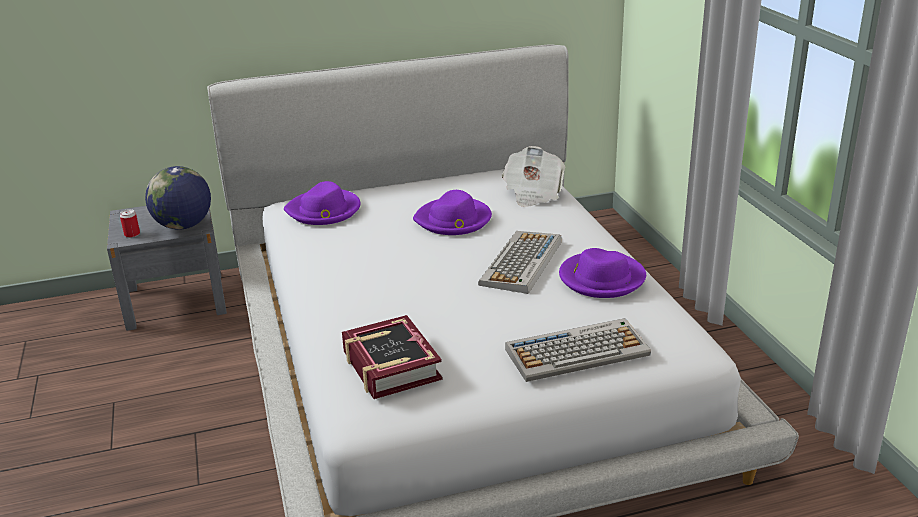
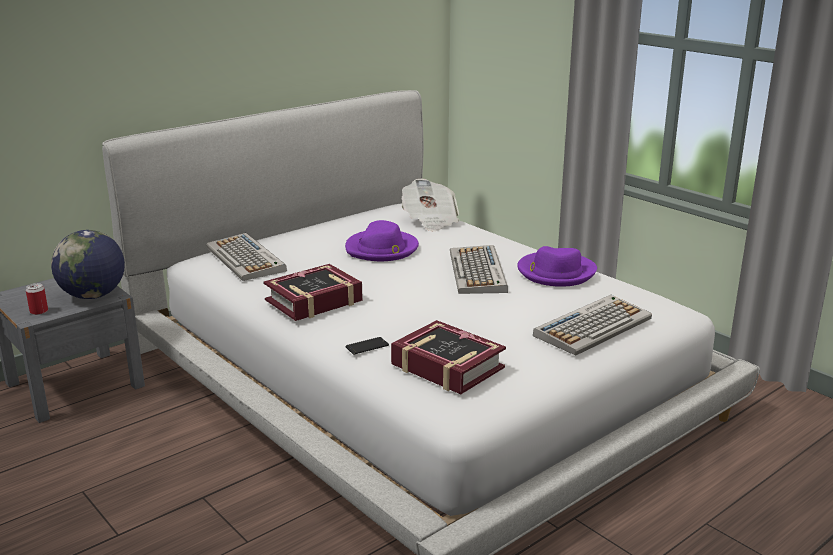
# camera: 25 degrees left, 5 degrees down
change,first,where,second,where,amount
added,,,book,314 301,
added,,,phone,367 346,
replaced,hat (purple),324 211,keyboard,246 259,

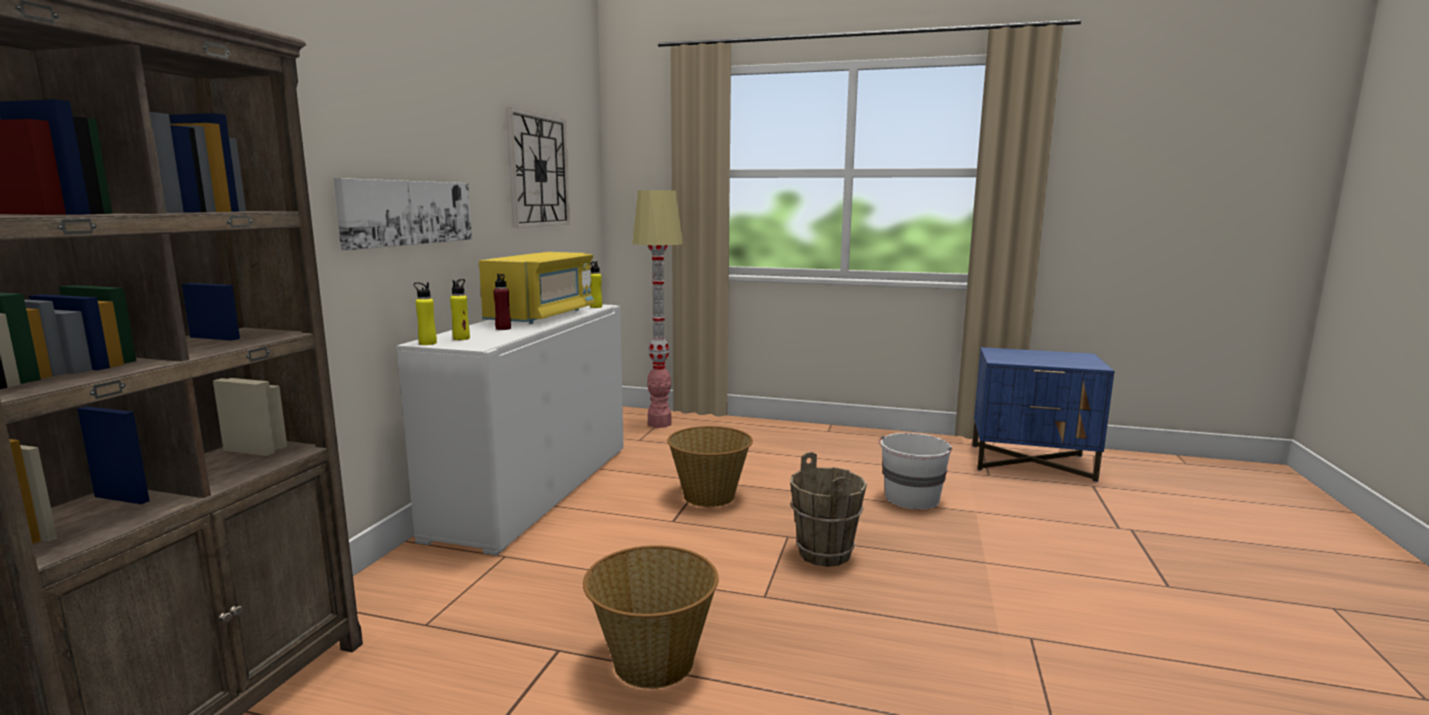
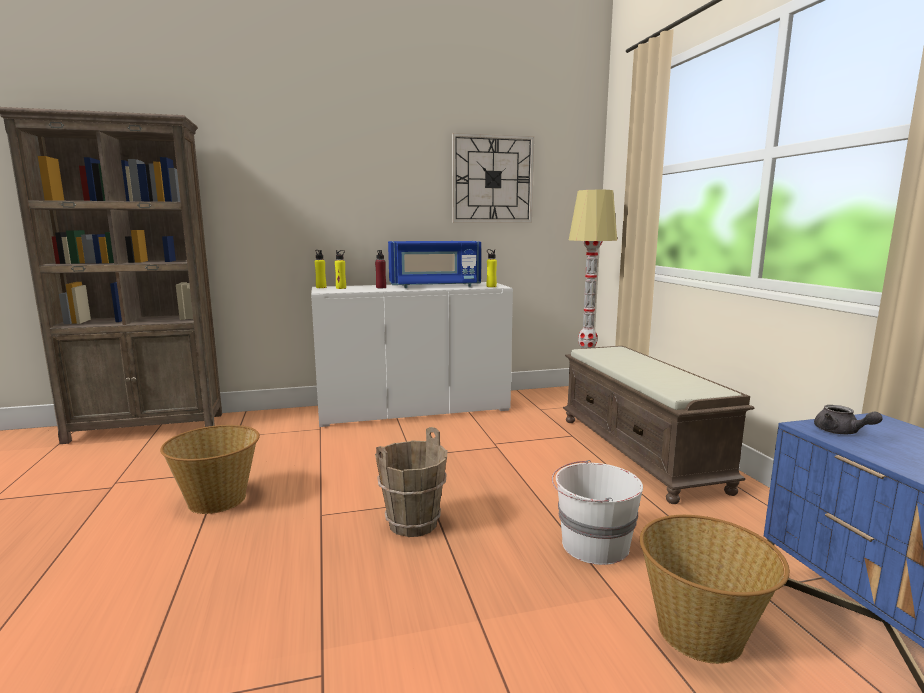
# camera: 60 degrees right, 0 degrees up
change,first,where,second,where,amount
removed,picture,407 212,,,
added,,,bench (brown),640 452,
added,,,teapot (grey),841 432,
moved,basket,709 496,,701 632,
recoloured,microwave (yellow),543 316,microwave (blue),434 286,

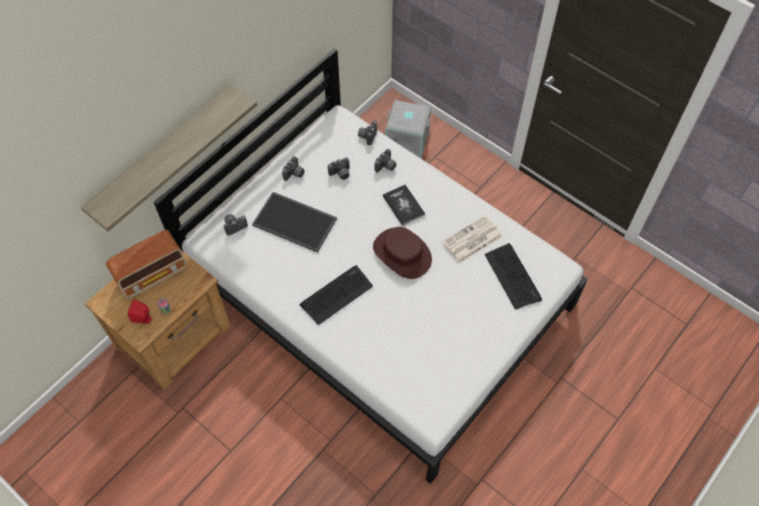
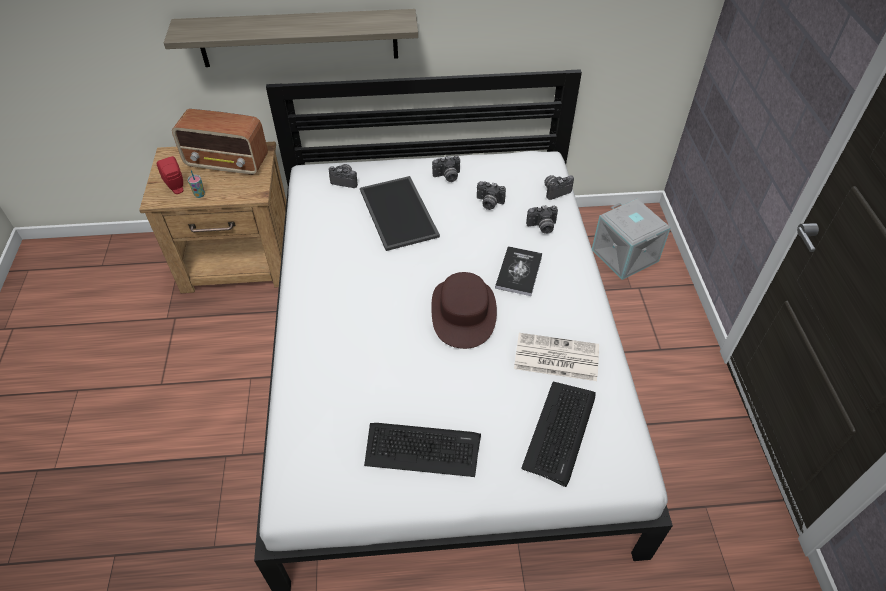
# camera: 45 degrees right, 10 degrees down
change,first,where,second,where,amount
moved,keyboard,336 295,,422 449,

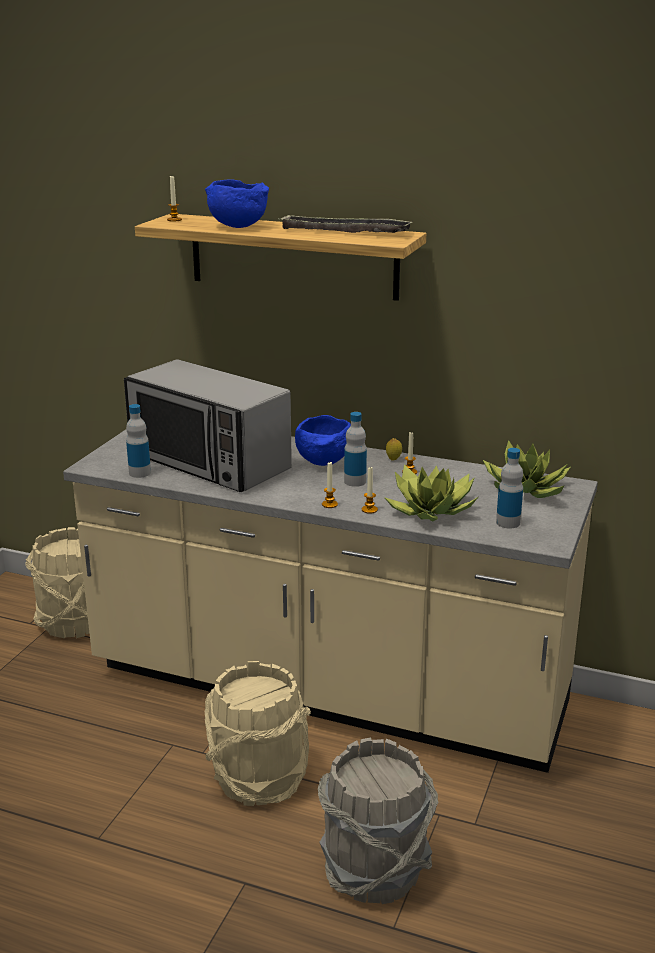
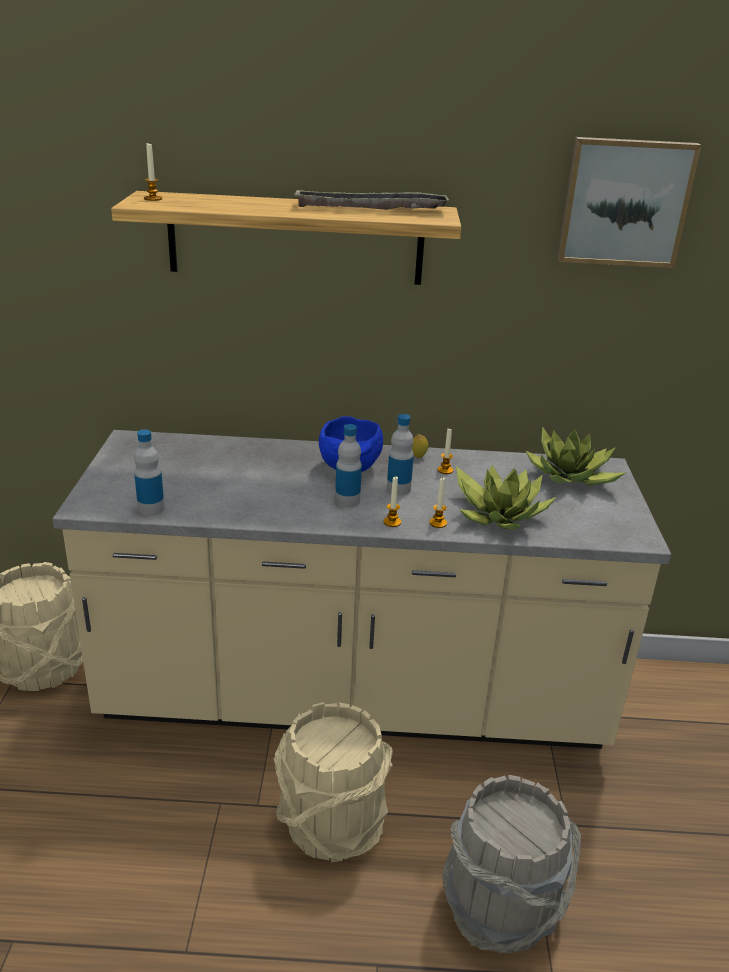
# camera: 20 degrees left, 5 degrees up
change,first,where,second,where,amount
removed,microwave,209 463,,,
removed,bowl (blue),236 226,,,
added,,,picture,624 202,
moved,bottle,508 523,,347 501,

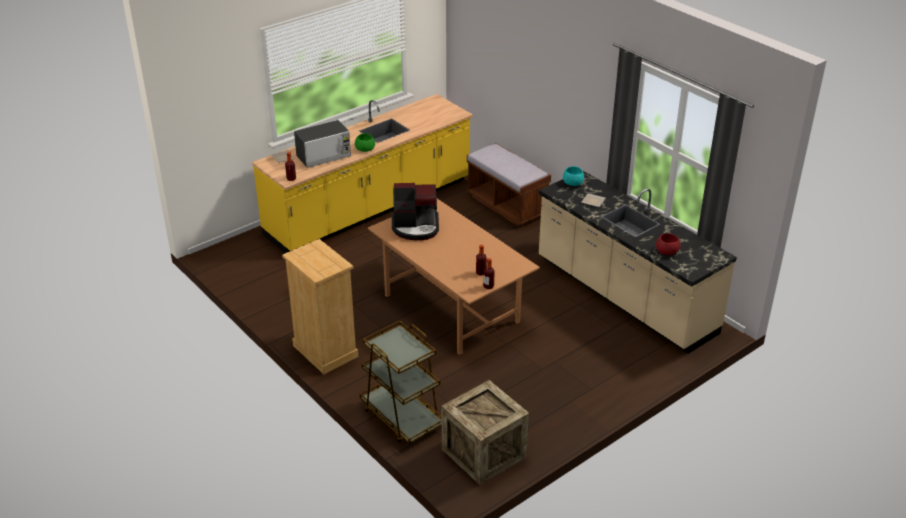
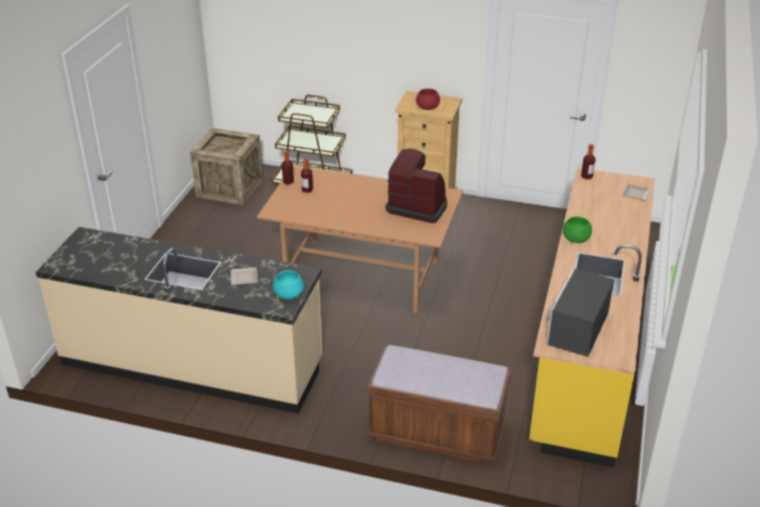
# camera: 145 degrees right, 0 degrees up
change,first,where,second,where,amount
moved,microwave,324 156,,577 330,
moved,bowl (red),667 251,,428 107,
turned,coffee machine,416 227,,417 206,60 degrees clockwise

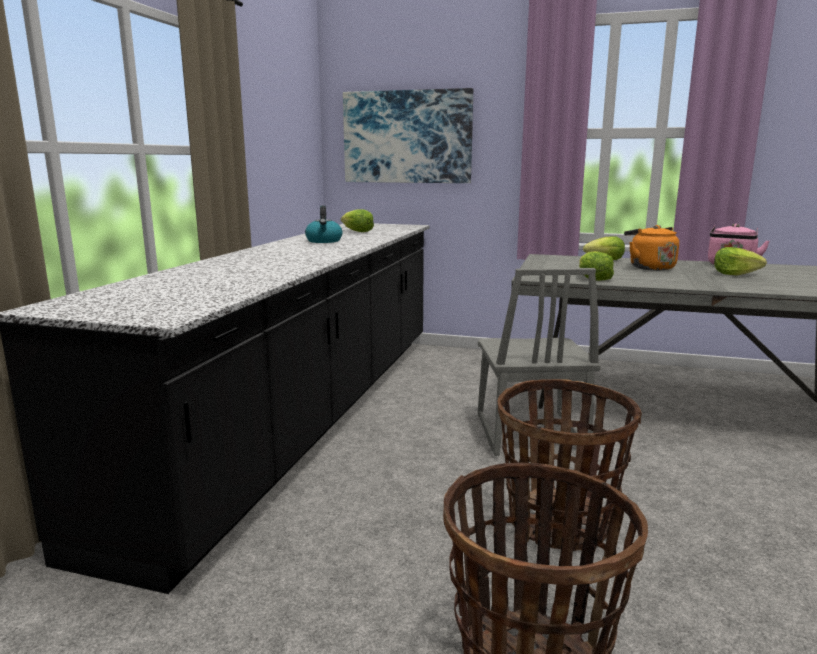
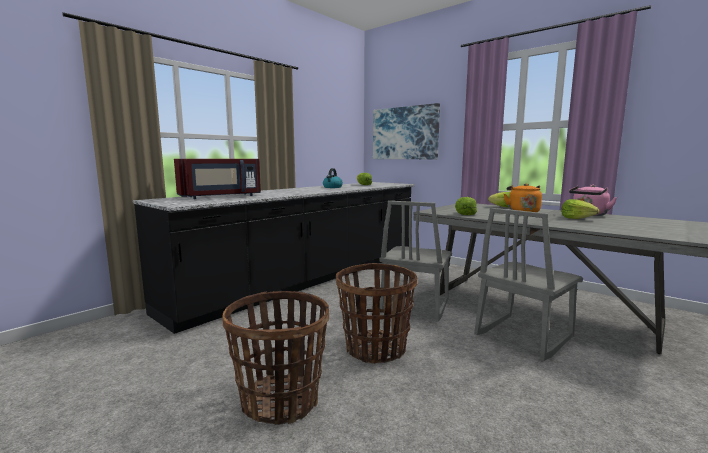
# camera: 25 degrees right, 5 degrees down
change,first,where,second,where,amount
added,,,microwave (red),220 196,
added,,,chair (grey),522 336,

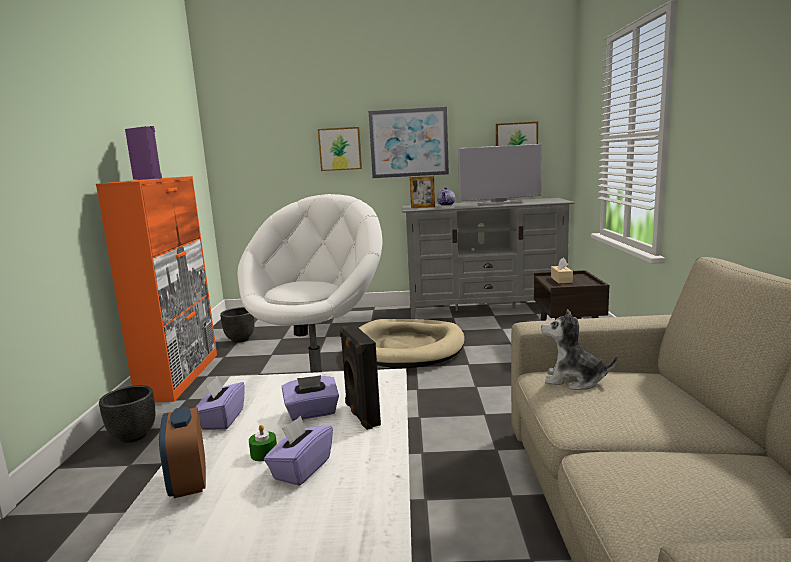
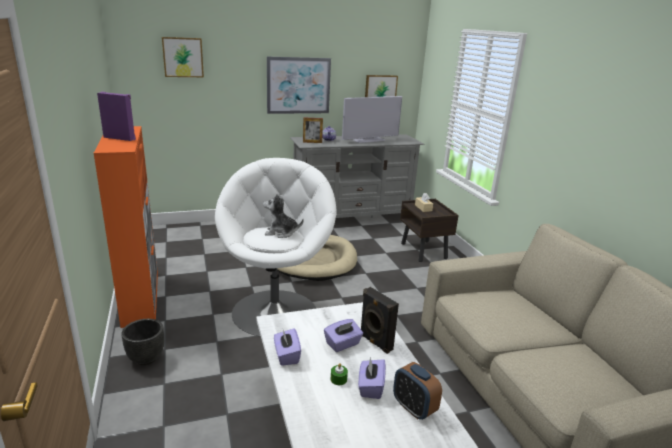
# camera: 20 degrees left, 10 degrees up
change,first,where,second,where,amount
removed,planter (black),240 339,,,
moved,alarm clock,188 483,,414 408,
moved,picture,340 149,,183 57,
moved,plush toy,574 381,,281 233,

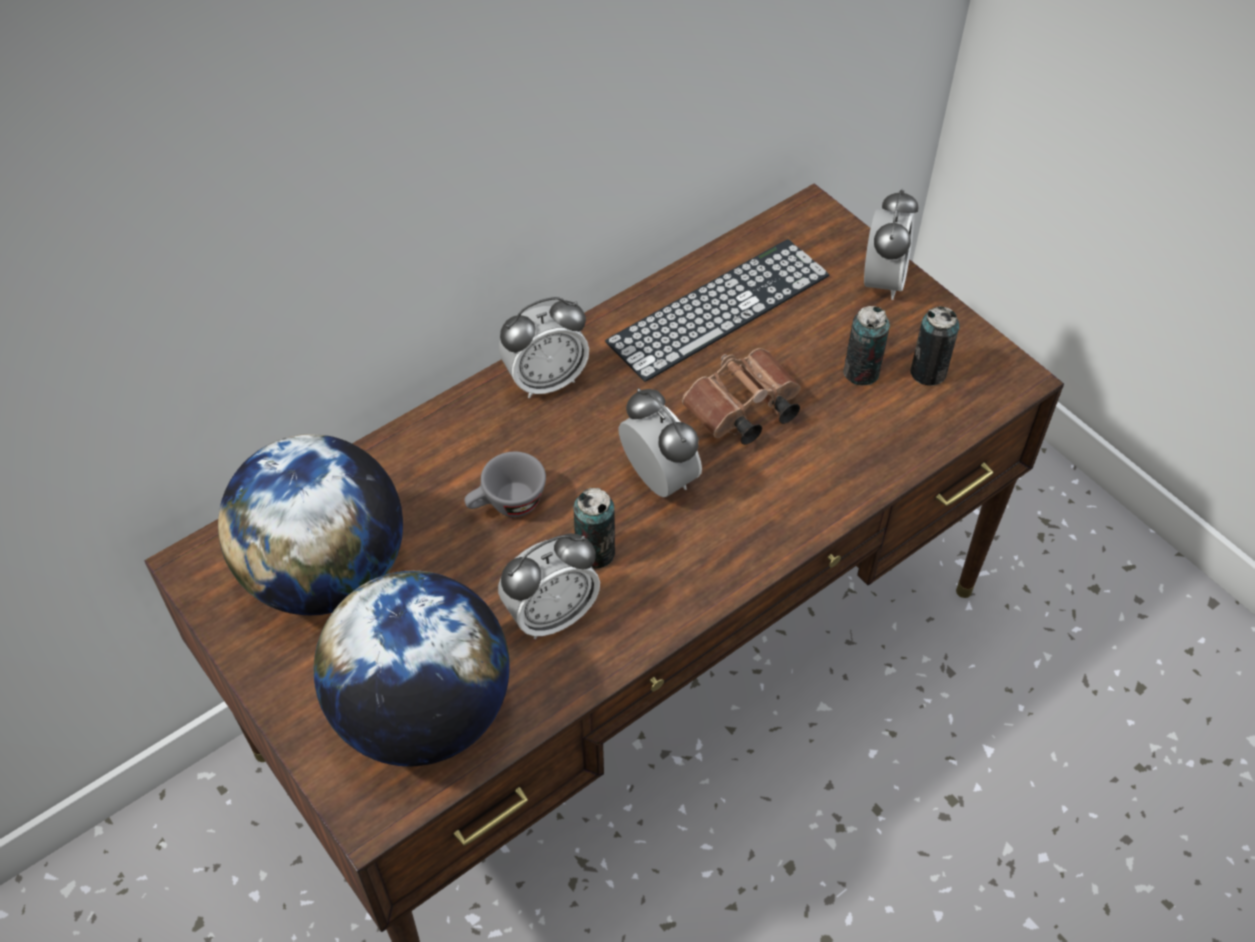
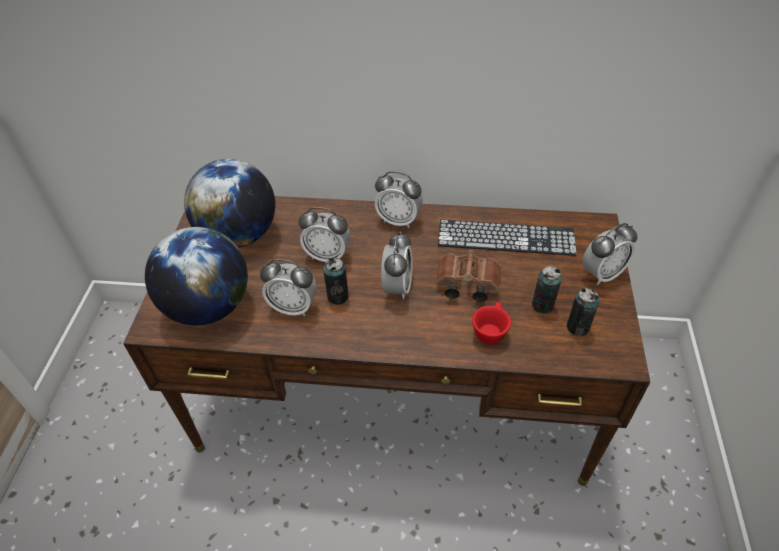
# camera: 45 degrees right, 5 degrees down
change,first,where,second,where,amount
added,,,cup (red),490 330,
replaced,cup (grey),507 505,alarm clock,327 255,

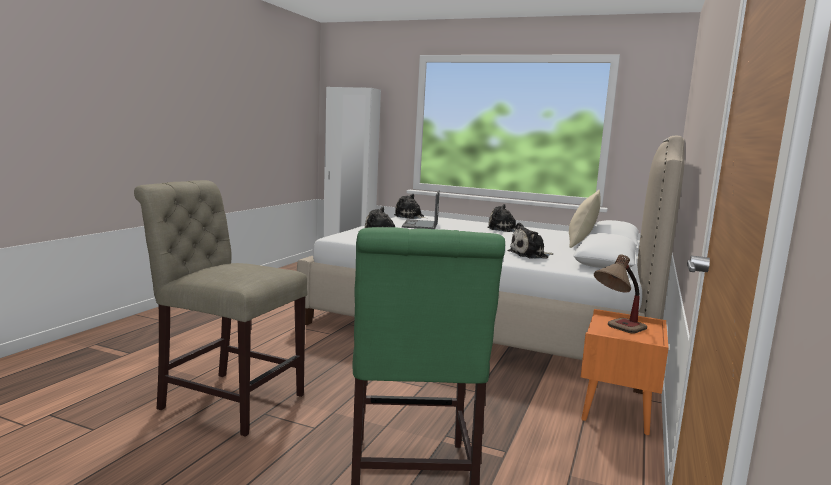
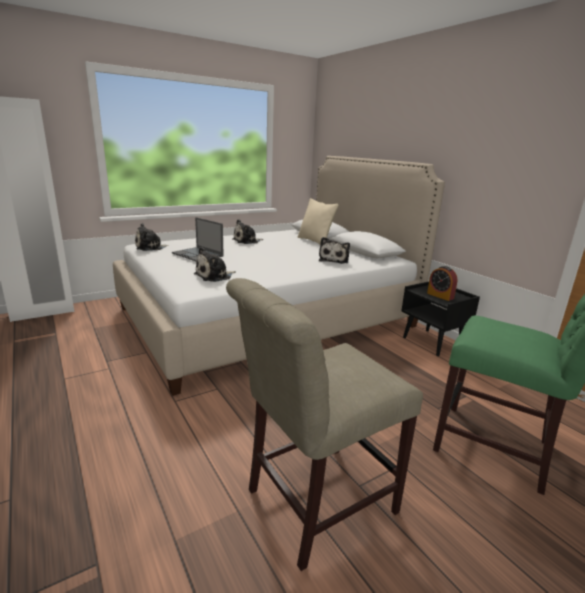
# camera: 55 degrees left, 10 degrees up
change,first,where,second,where,amount
replaced,table lamp,617 330,alarm clock,440 296,
recoloured,nightstand (orange),617 412,nightstand (black),433 342,

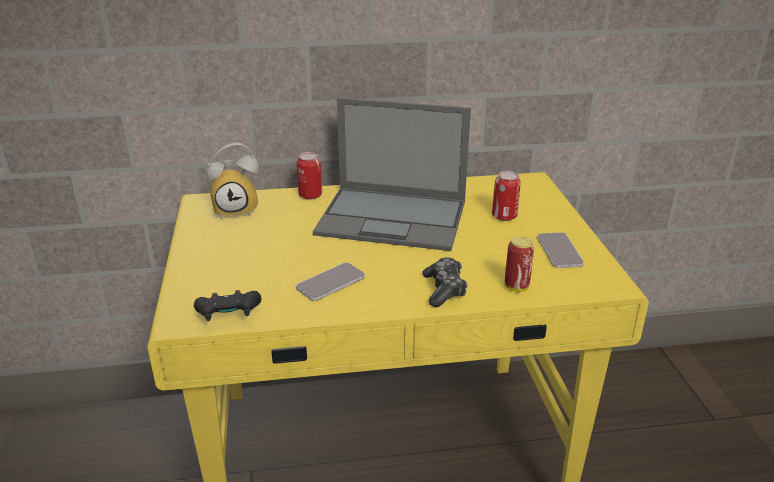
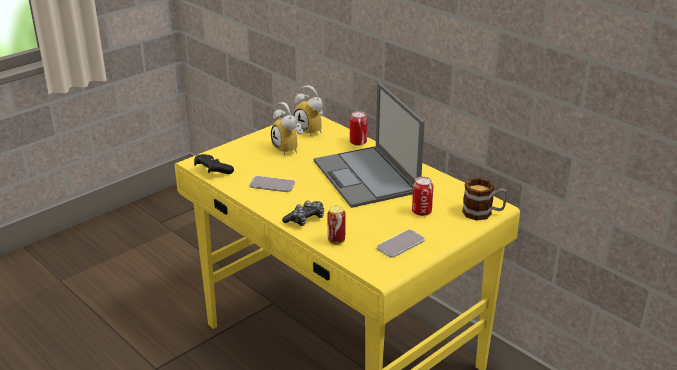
# camera: 55 degrees right, 0 degrees up
change,first,where,second,where,amount
added,,,alarm clock,290 149,
added,,,mug,483 213,

